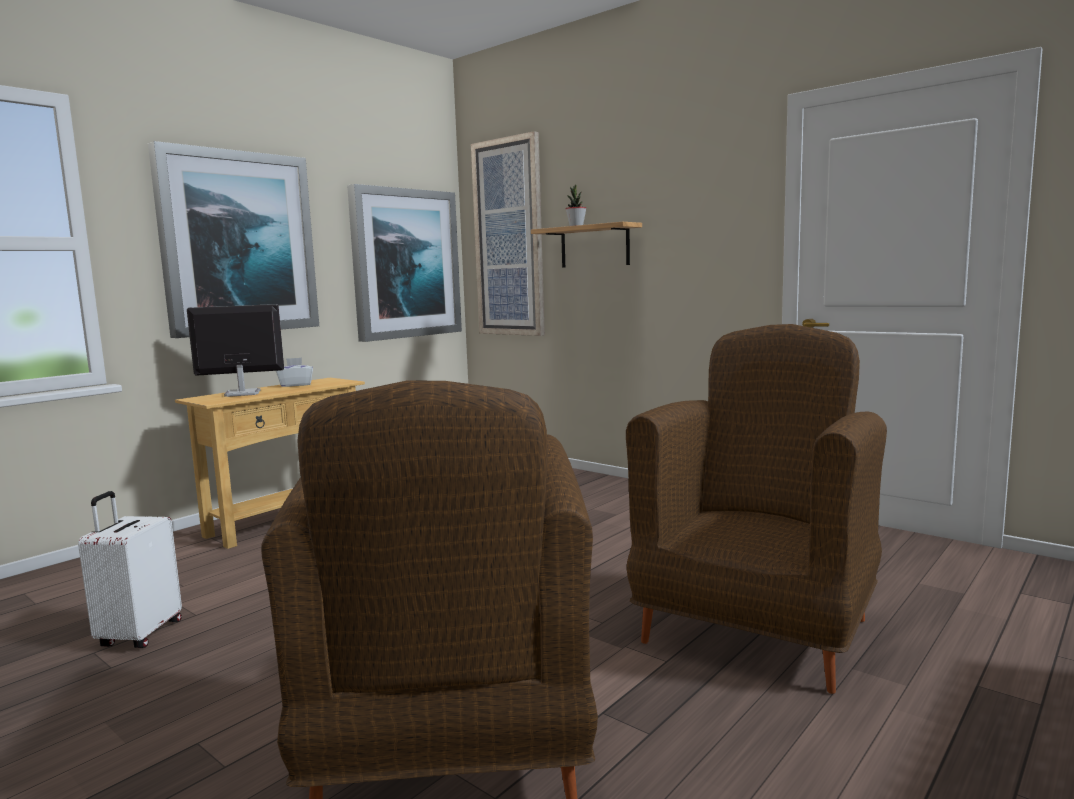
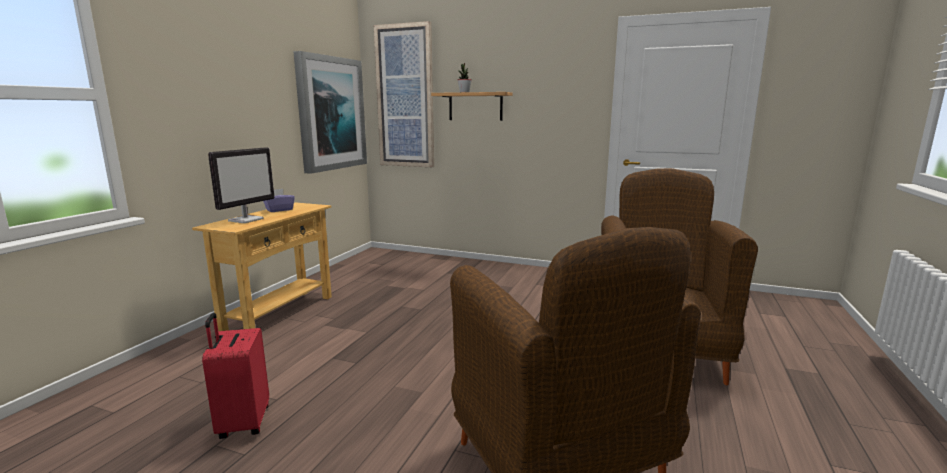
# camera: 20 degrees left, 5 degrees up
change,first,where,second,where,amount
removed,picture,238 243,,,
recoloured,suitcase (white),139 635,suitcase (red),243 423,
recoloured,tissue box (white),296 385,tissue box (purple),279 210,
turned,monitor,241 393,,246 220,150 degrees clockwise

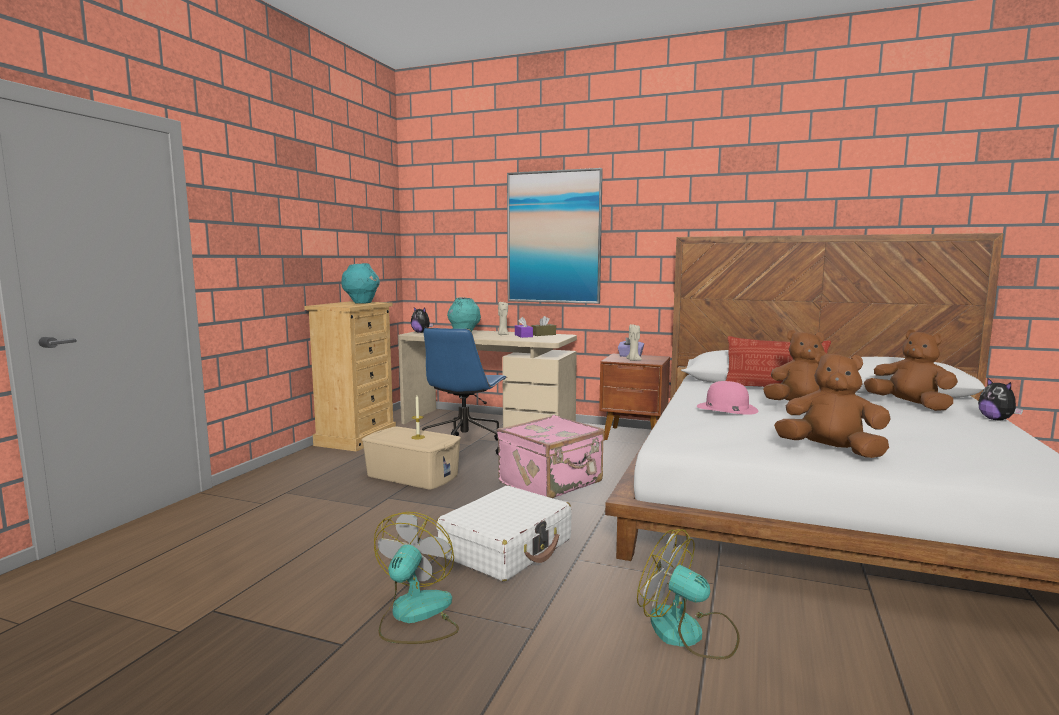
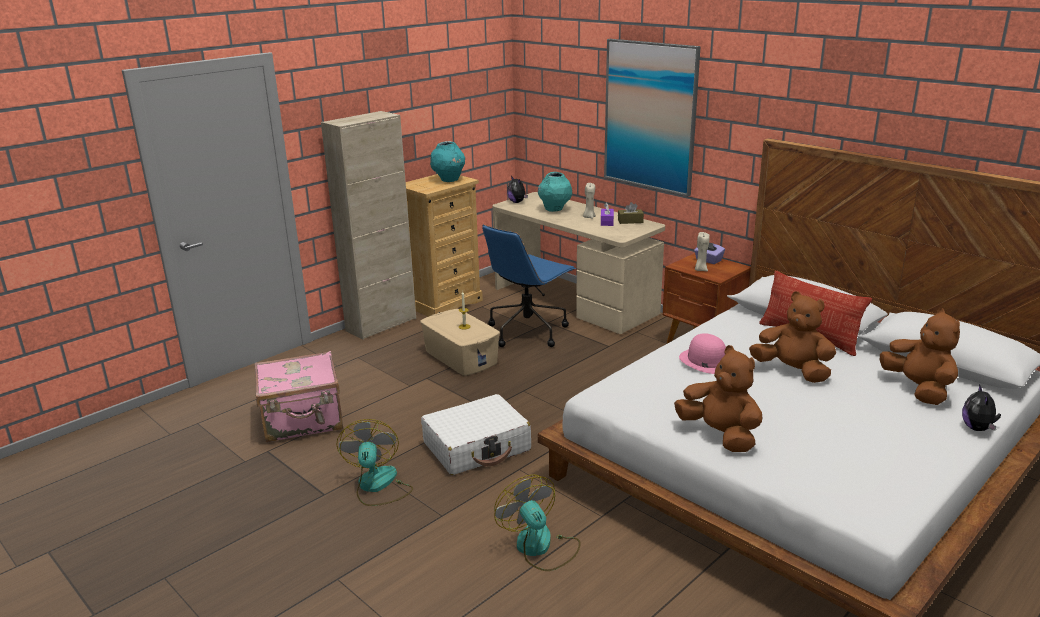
# camera: 25 degrees right, 15 degrees up
change,first,where,second,where,amount
added,,,cabinet (beige),381 324,
moved,suitcase (pink),552 483,,303 421,
turned,fan,415 616,,377 486,45 degrees counterclockwise

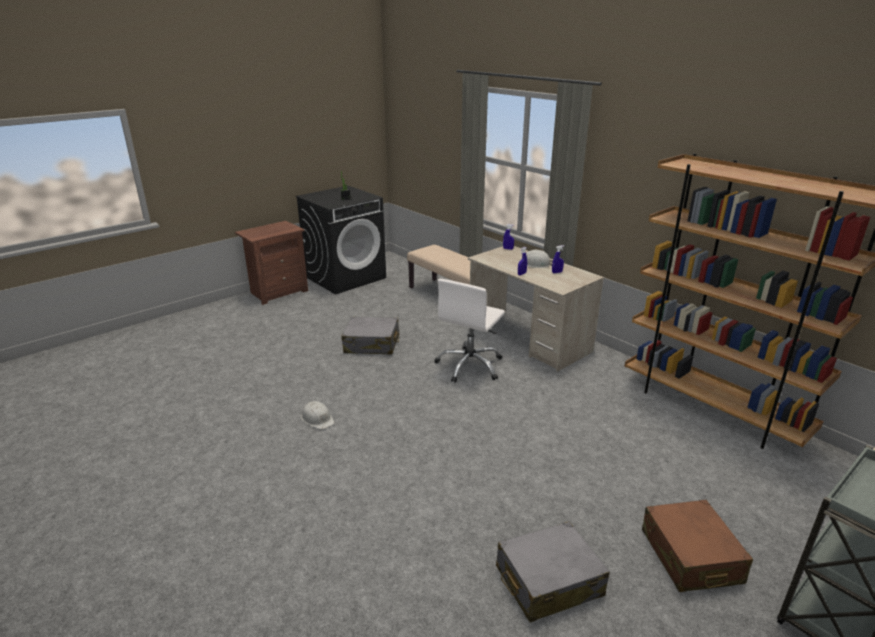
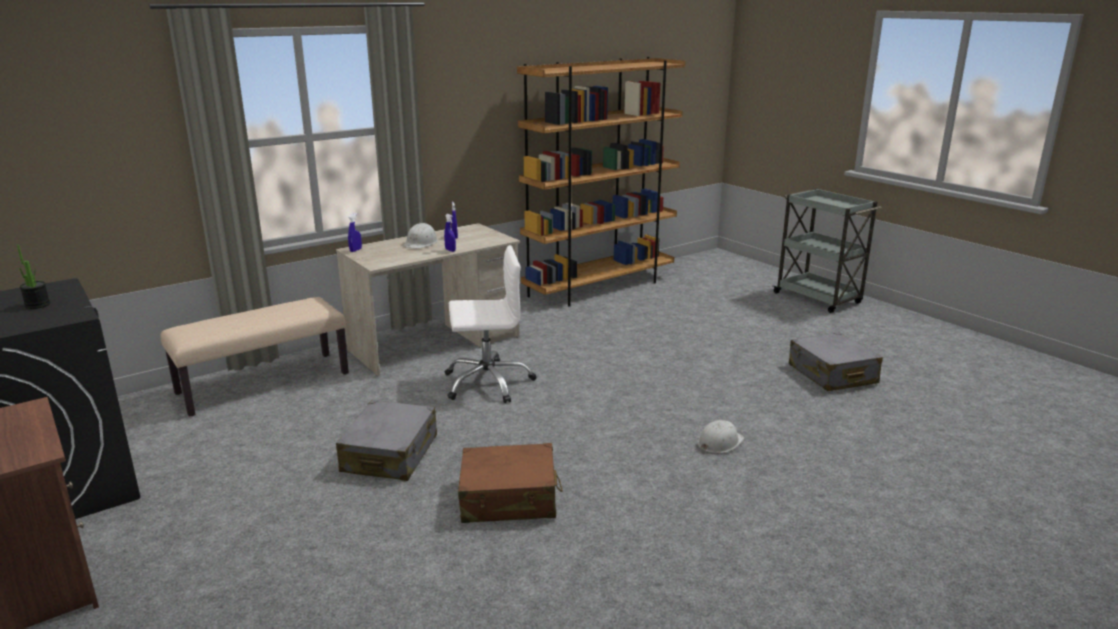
# camera: 85 degrees left, 5 degrees down
change,first,where,second,where,amount
moved,hard hat (white),317 419,,719 443,
moved,suitcase (brown),690 556,,509 498,
turned,office chair (white),470 366,,488 383,45 degrees counterclockwise

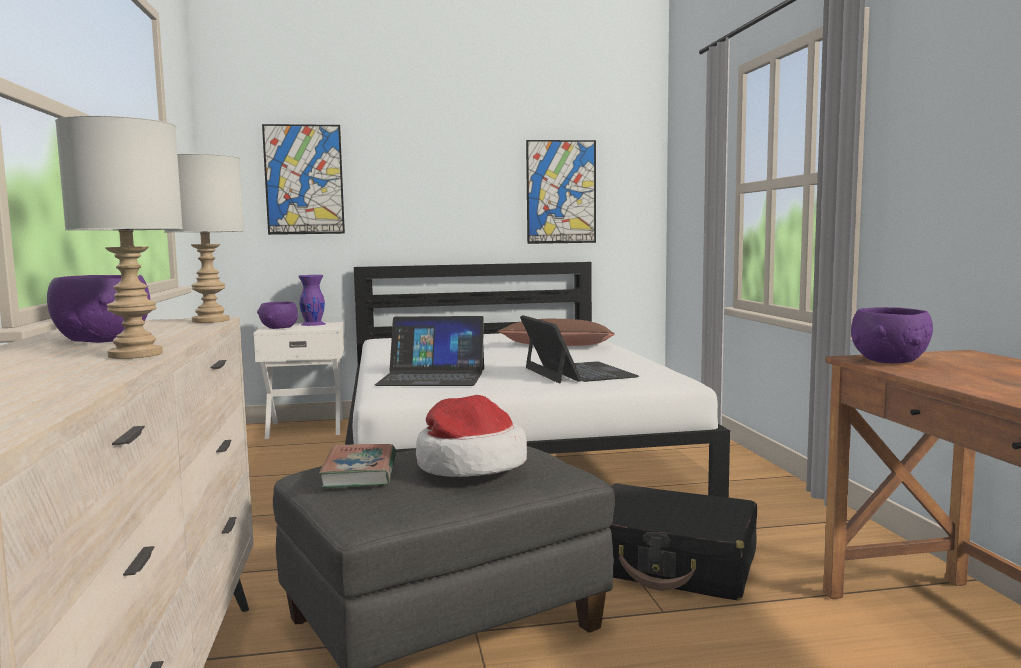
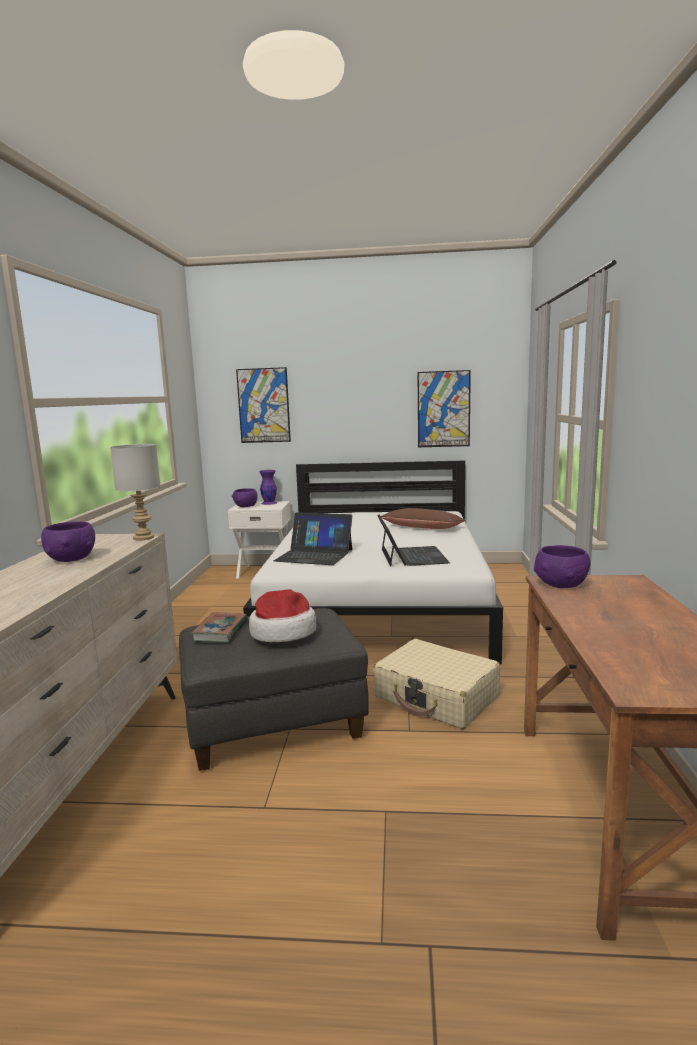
# camera: 15 degrees right, 5 degrees up
change,first,where,second,where,amount
removed,table lamp (grey),137 354,,,
recoloured,suitcase (black),671 563,suitcase (beige),437 697,

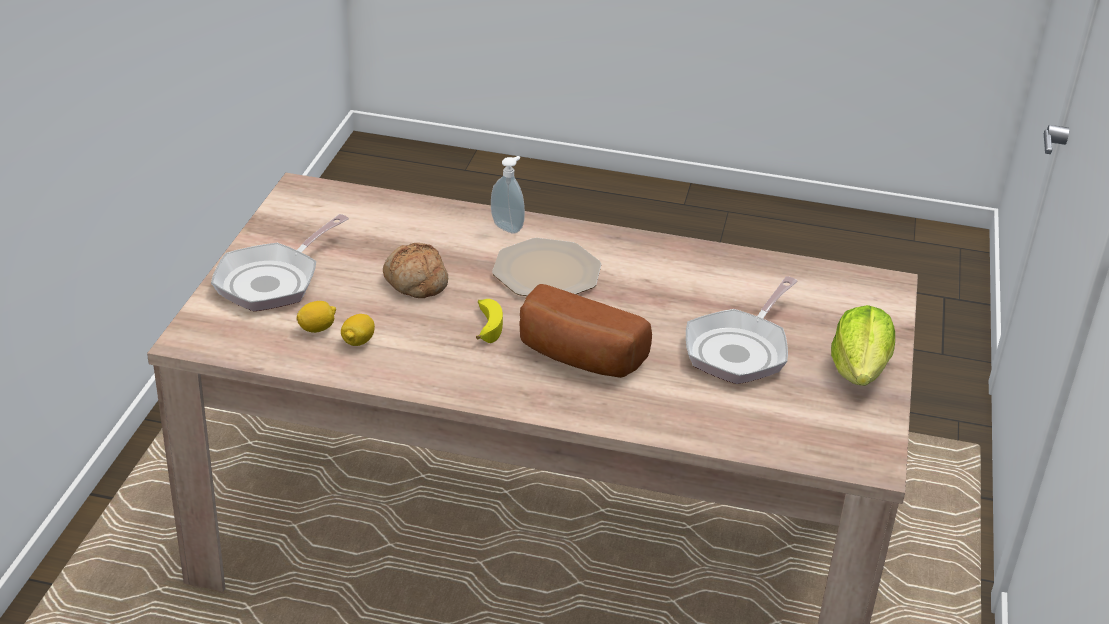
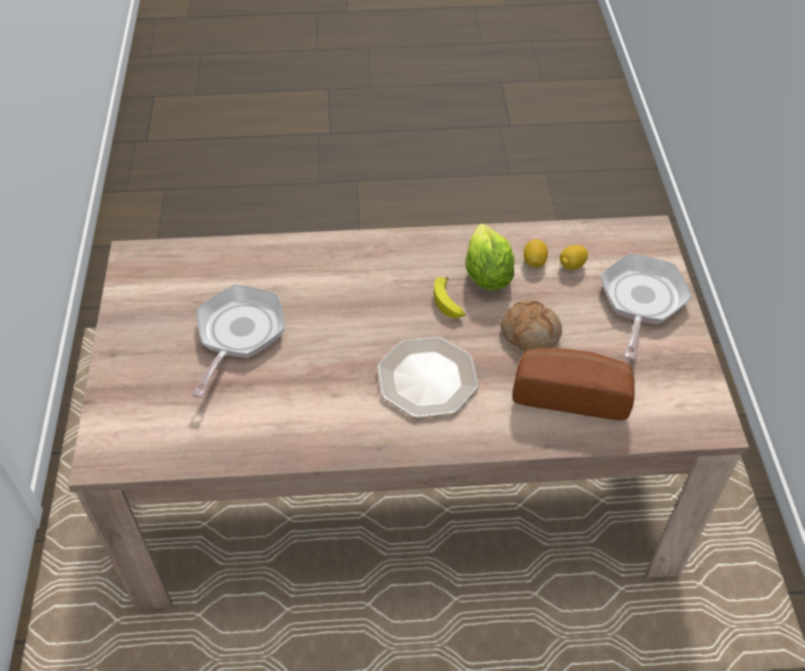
# camera: 165 degrees right, 15 degrees up
change,first,where,second,where,amount
removed,soap dispenser,508 227,,,
moved,bread,577 358,,570 392,
moved,lettuce,859 370,,486 275,

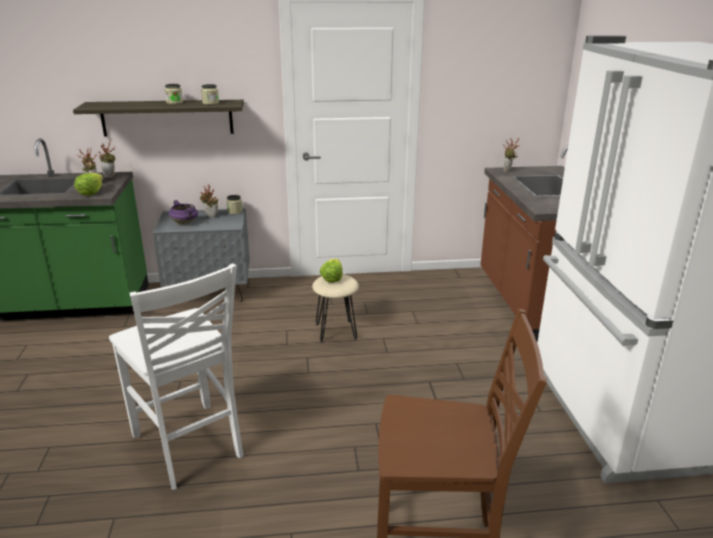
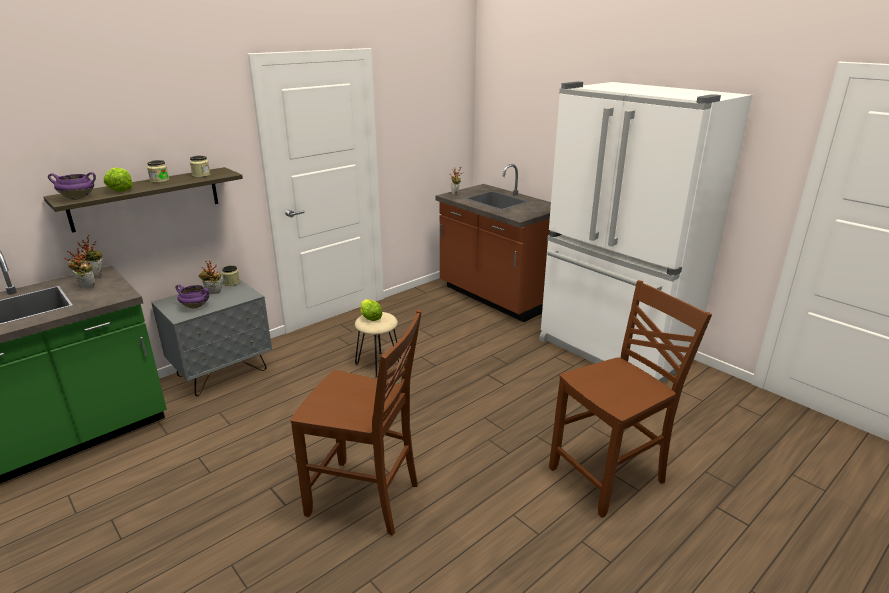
# camera: 35 degrees left, 0 degrees up
change,first,where,second,where,amount
added,,,cooking pot (purple),78 198,
moved,lettuce,91 192,,120 189,
recoloured,chair (white),189 447,chair (brown),366 499,

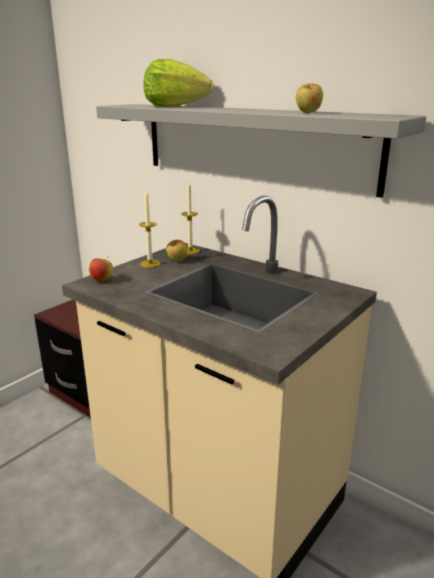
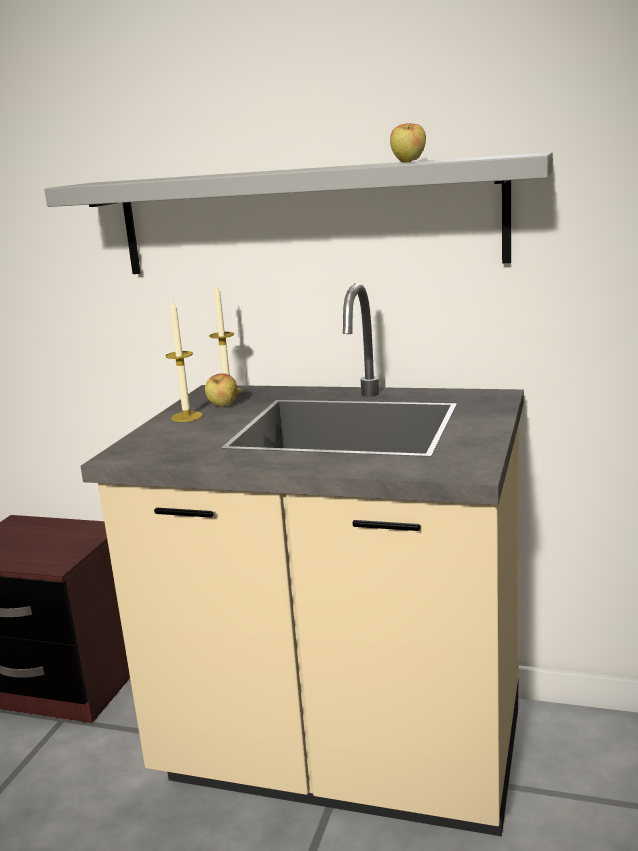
# camera: 20 degrees left, 5 degrees down
change,first,where,second,where,amount
removed,apple,102 280,,,
removed,lettuce,175 106,,,

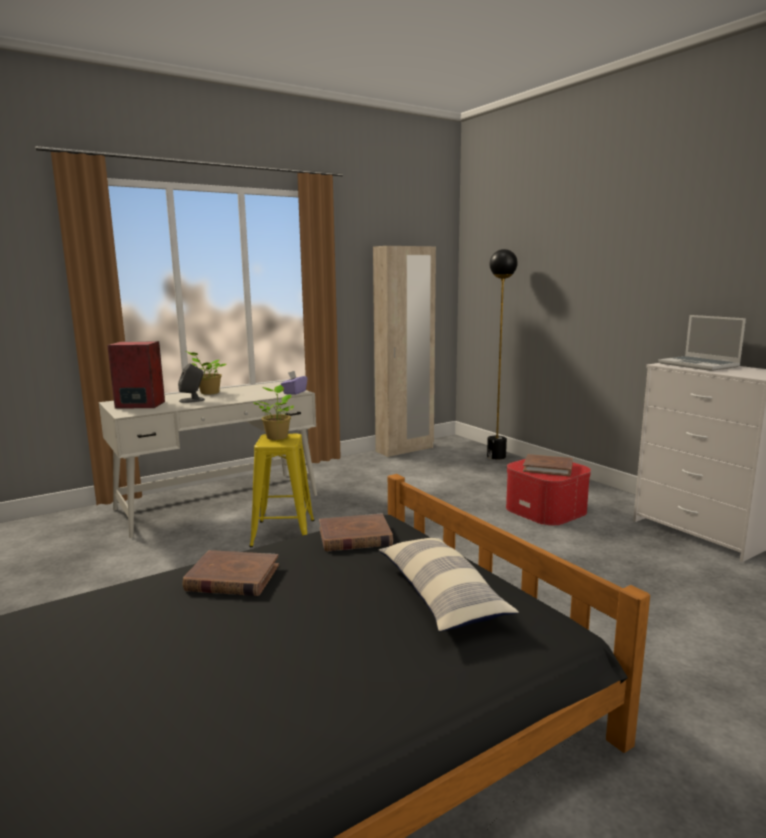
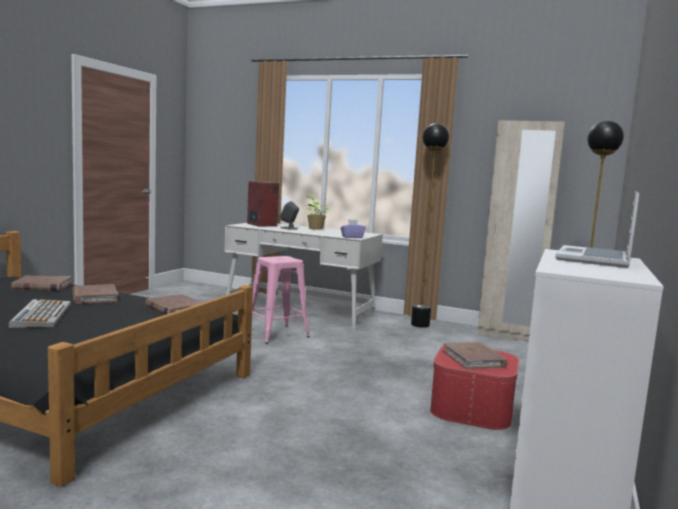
# camera: 55 degrees right, 5 degrees down
change,first,where,second,where,amount
removed,potted plant,277 437,,,
removed,pillow,440 595,,,
added,,,keyboard,41 315,
added,,,book (brown),42 286,
added,,,floor lamp (black),420 325,
recoloured,stool (yellow),283 533,stool (pink),277 334,

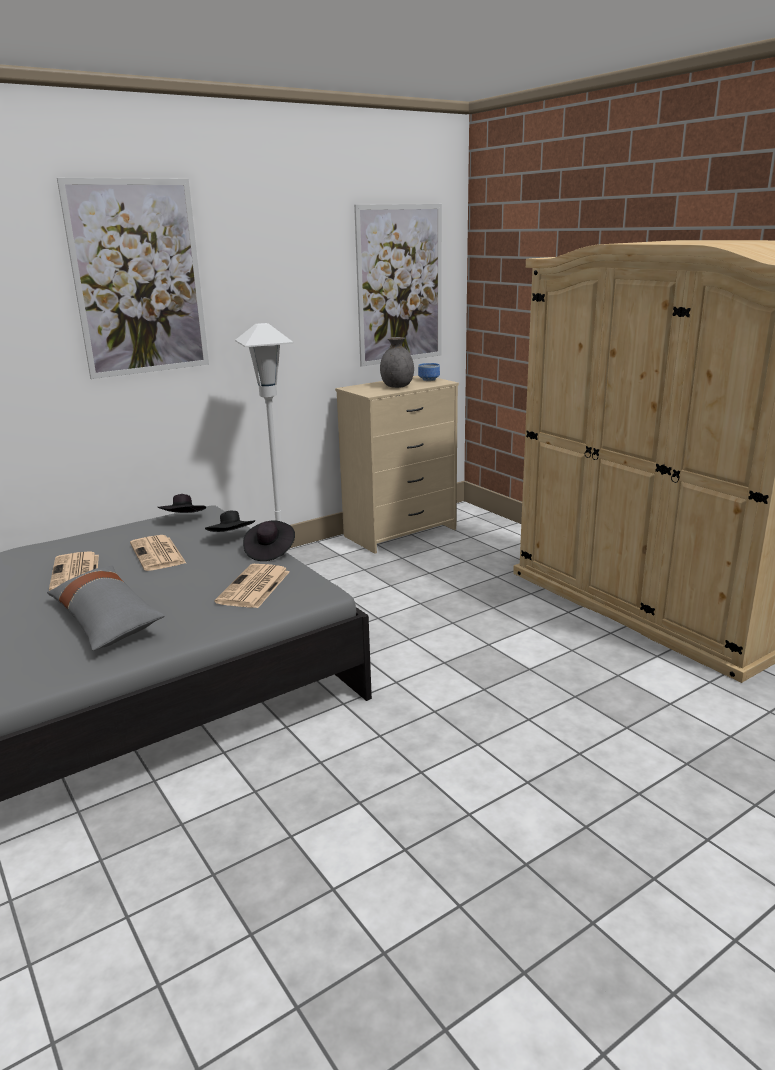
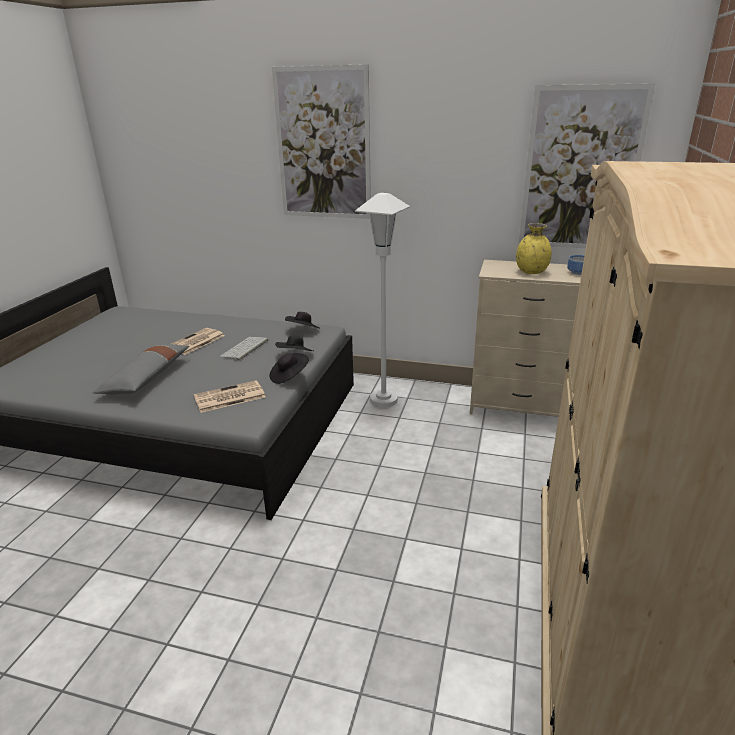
# camera: 50 degrees right, 5 degrees up
change,first,where,second,where,amount
replaced,newspaper,158 554,keyboard,244 349,
recoloured,vase (grey),397 386,vase (yellow),531 272,

